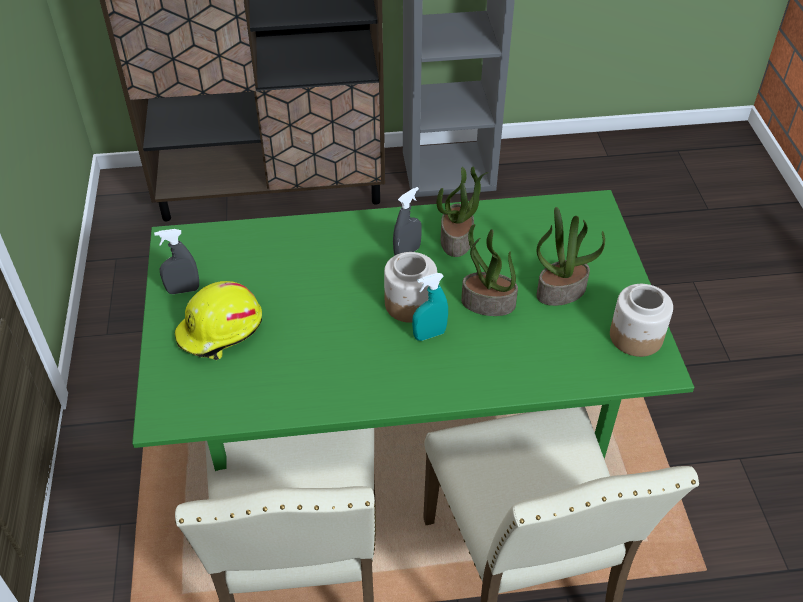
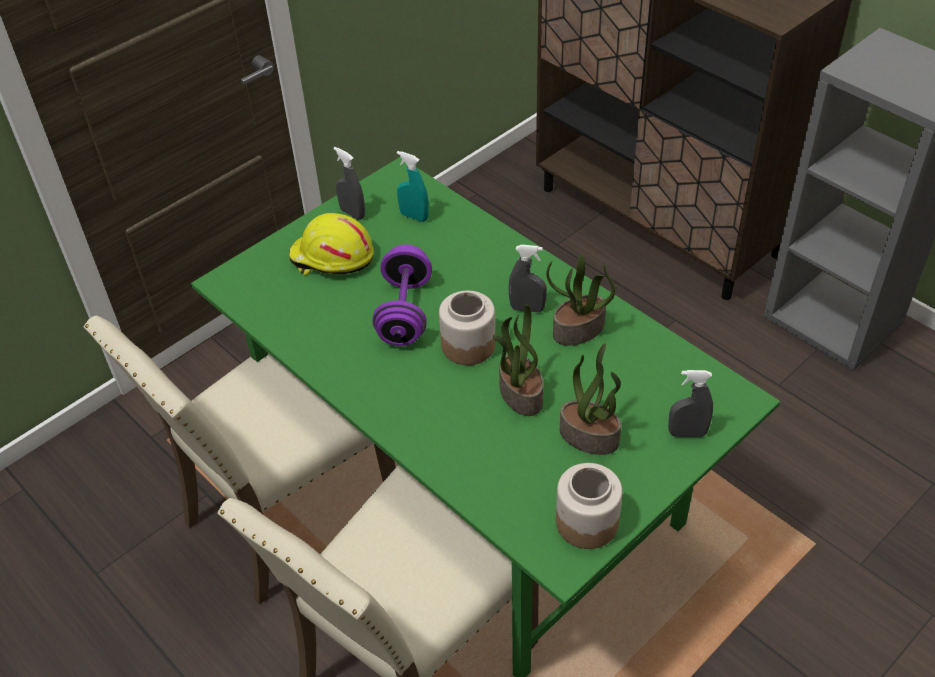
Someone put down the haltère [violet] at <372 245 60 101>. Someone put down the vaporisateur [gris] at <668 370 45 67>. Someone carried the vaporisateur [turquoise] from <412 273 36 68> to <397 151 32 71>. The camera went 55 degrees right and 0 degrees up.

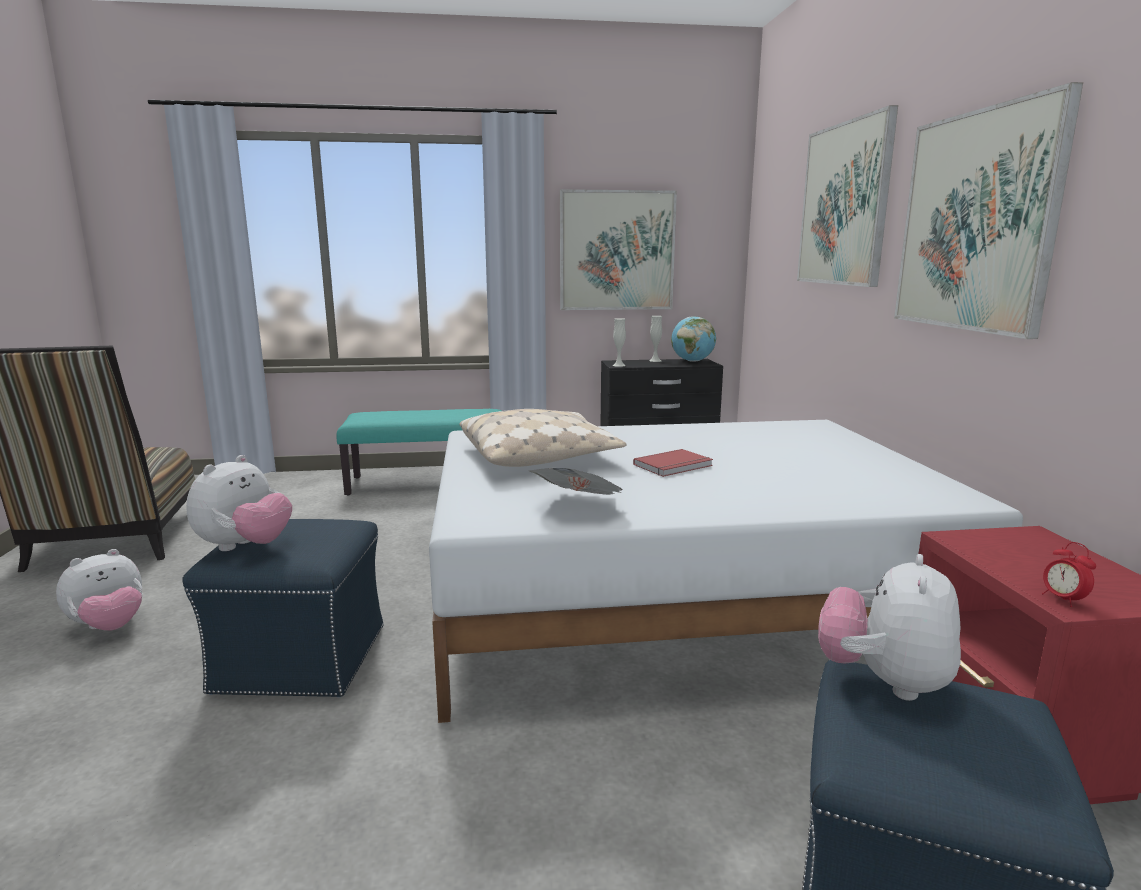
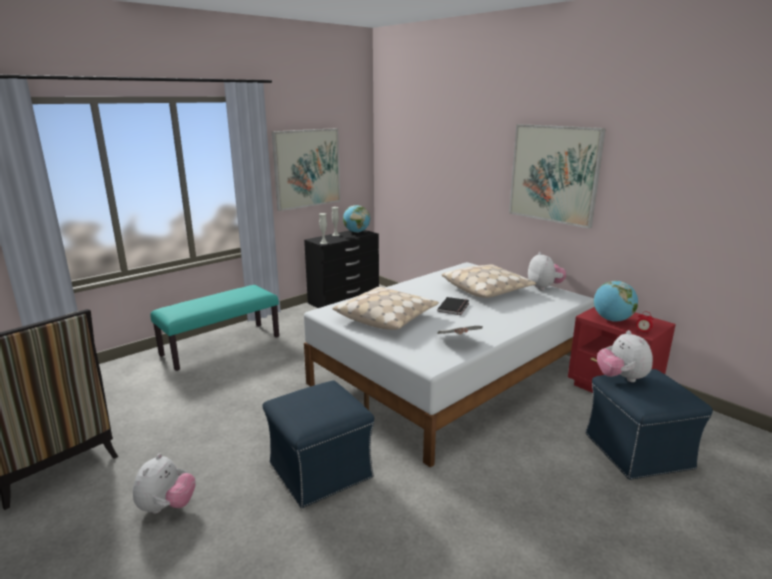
Someone took away the tableau at <797 105 101 182>. Someone put down the coussin [beige] at <442 264 94 34>. Someone put down the globe at <594 281 44 41>. Someone carried the peluche from <186 455 106 96> to <528 252 38 38>. Someone repainted the livre [rouge] at <633 449 80 28>, which became the livre [noir] at <437 297 32 18>. The camera went 35 degrees left and 5 degrees up.

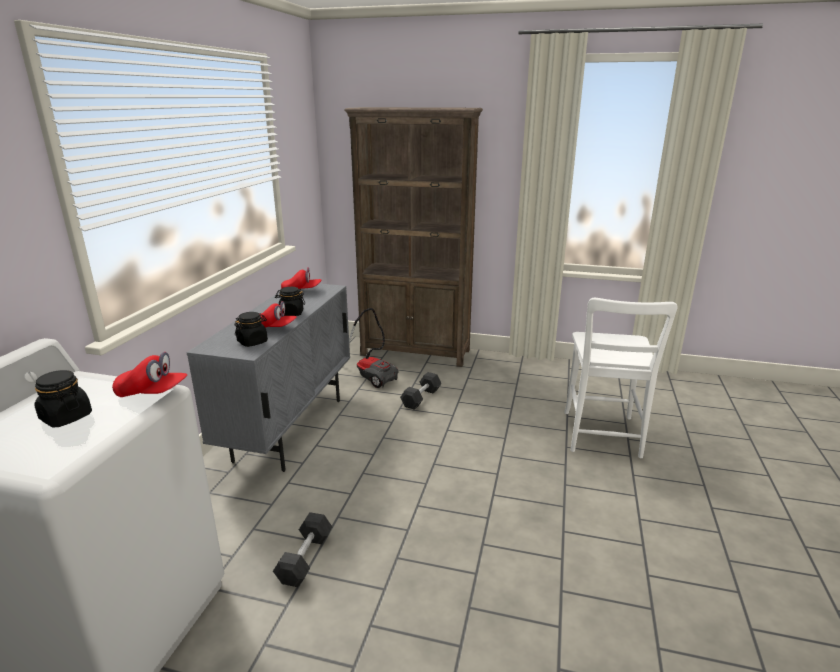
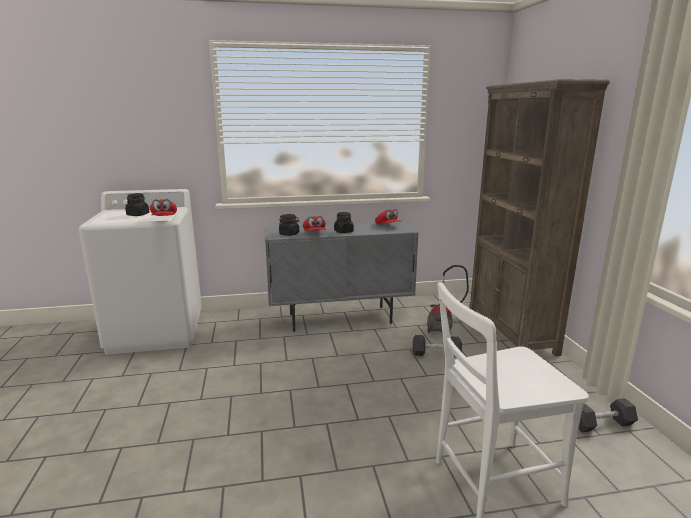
Someone carried the haltère [noir] from <273 512 59 75> to <578 398 60 34>. The camera went 65 degrees right and 5 degrees down.

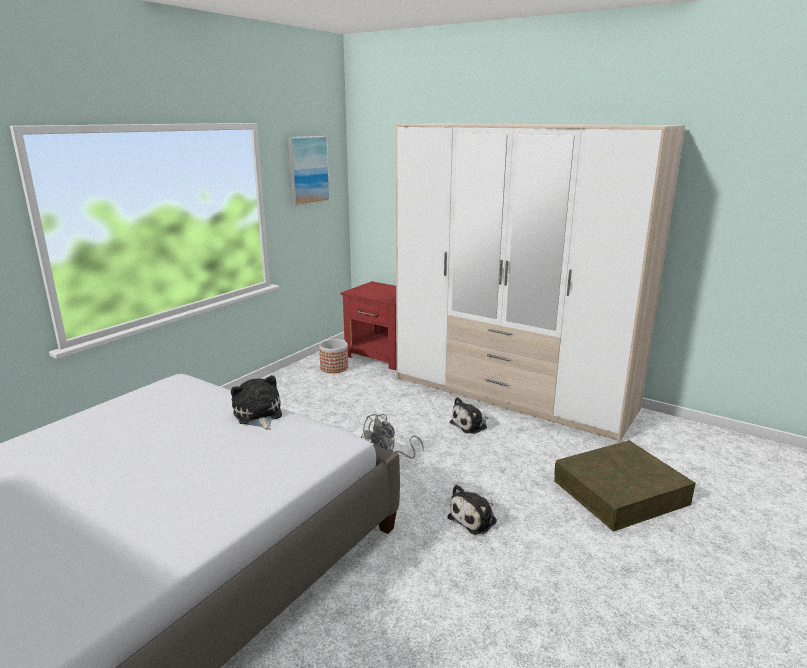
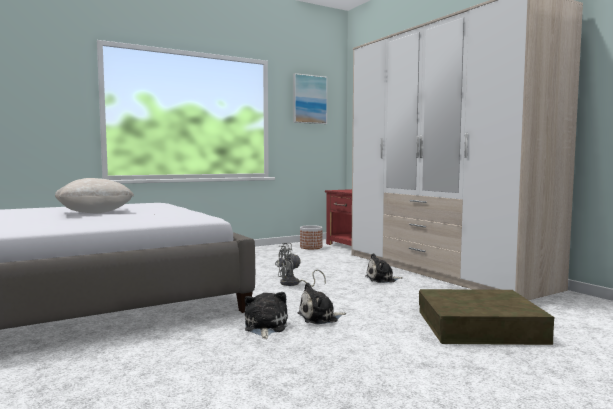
Someone put down the coussin [beige] at <55 178 79 35>. Someone carried the peluche from <231 375 51 55> to <245 292 43 47>. The camera went 25 degrees right and 15 degrees down.

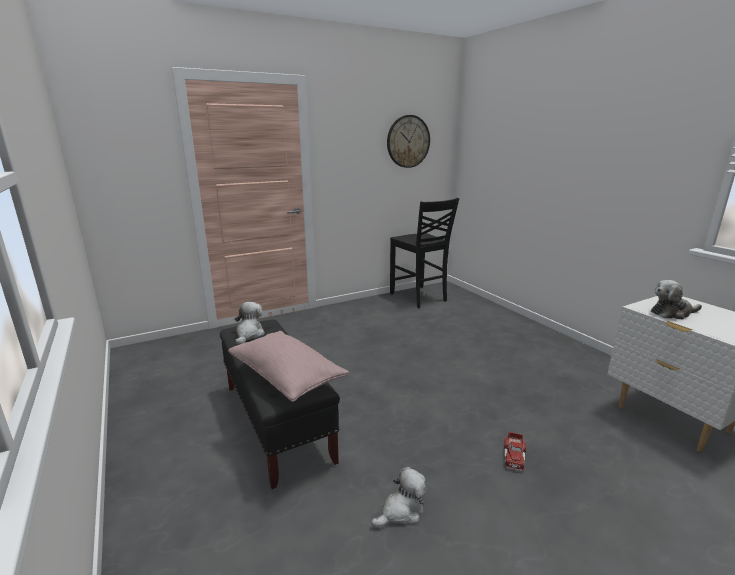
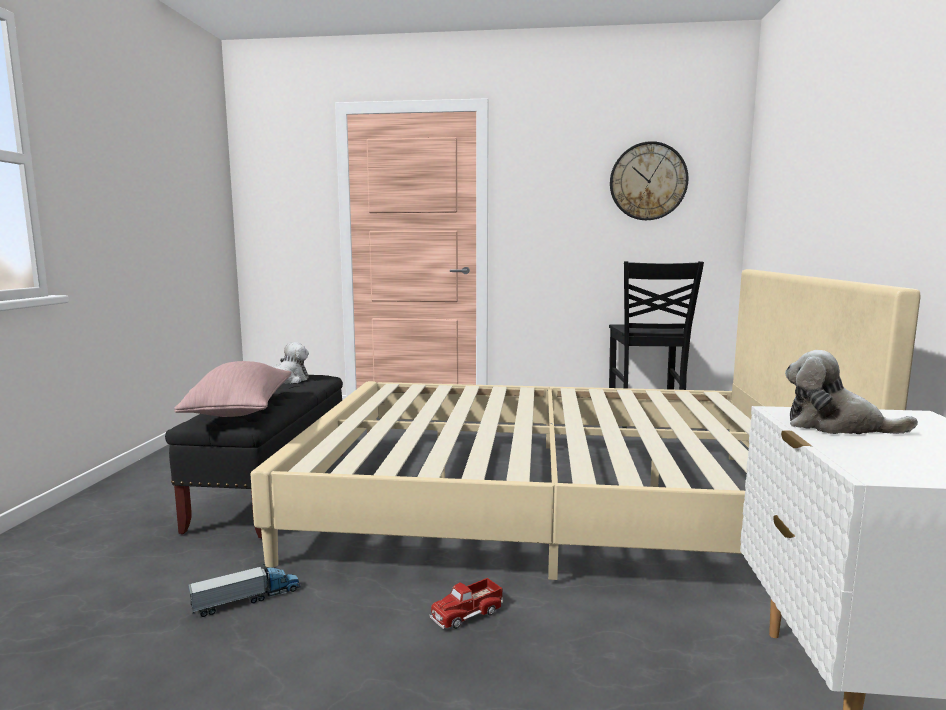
Someone put down the lit [beige] at <251 269 669 311>. Someone swapped the peluche at <371 467 56 62> for the camion jouet at <188 564 113 53>. The camera went 35 degrees right and 10 degrees down.

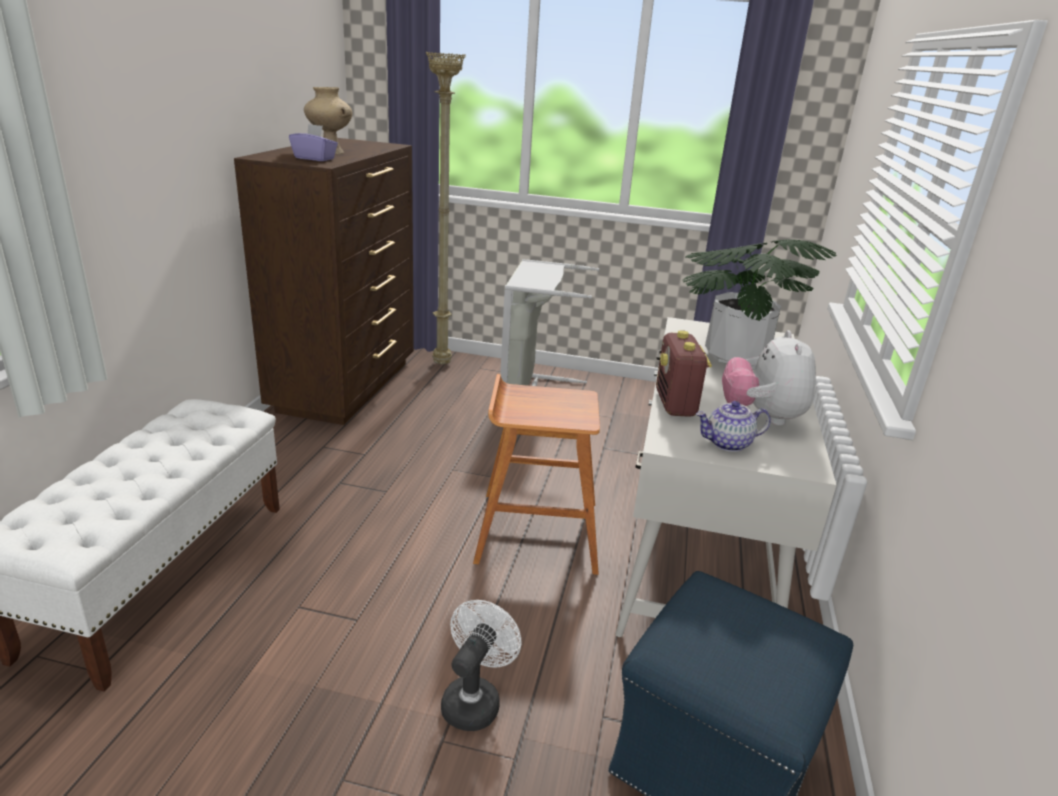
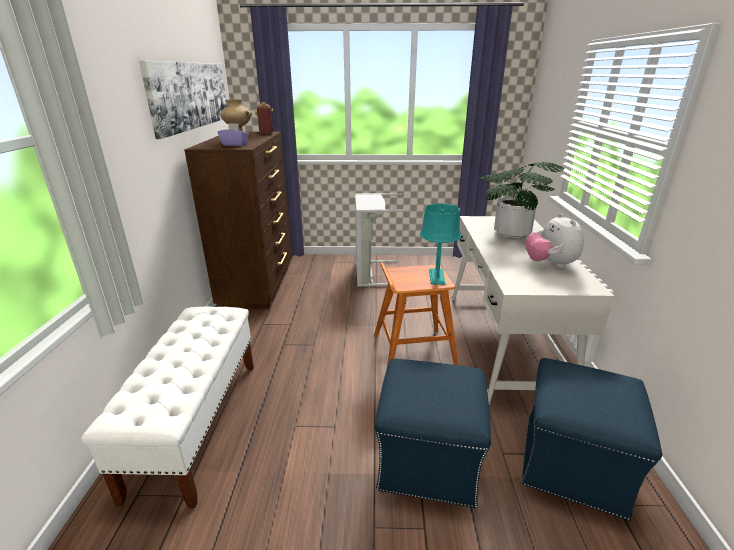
Someone took away the lampadaire [beige] at <426 52 39 313>. Someone took away the théière at <696 401 75 51>. Someone put up the tableau at <139 60 88 79>. Someone put down the lampe de table [turquoise] at <420 203 41 82>. Someone carried the radio from <656 330 56 87> to <255 102 18 33>. Someone swapped the ventilateur [blanc] at <441 600 81 131> for the pouf [bleu] at <375 358 116 150>. The camera went 10 degrees left and 0 degrees up.

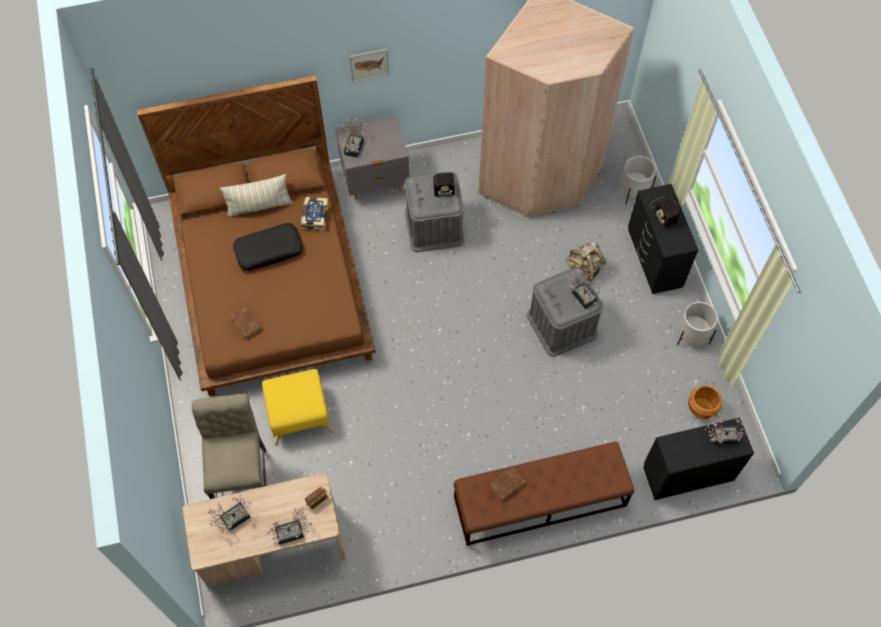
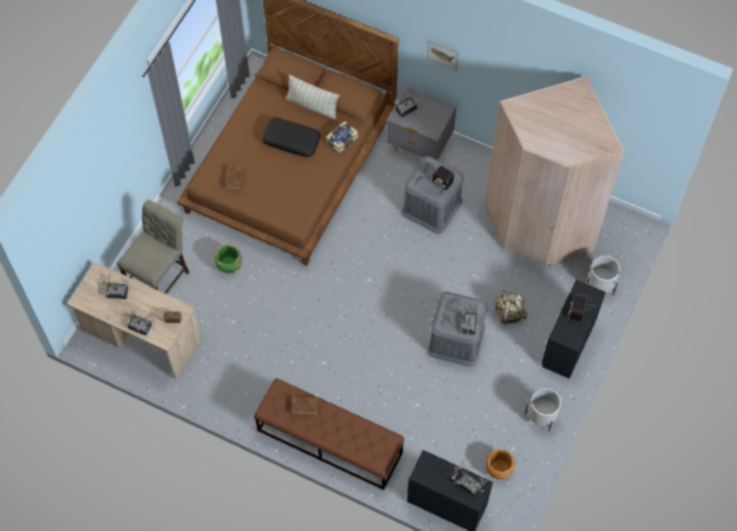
Someone swapped the pouf [jaune] at <262 369 70 77> for the cache-pot [vert] at <214 245 28 29>. The camera went 40 degrees right and 0 degrees up.

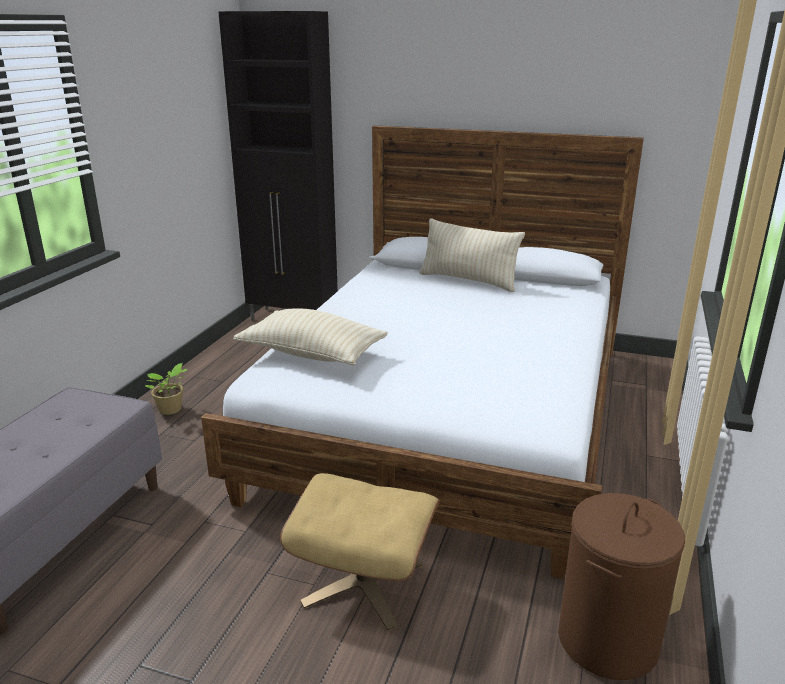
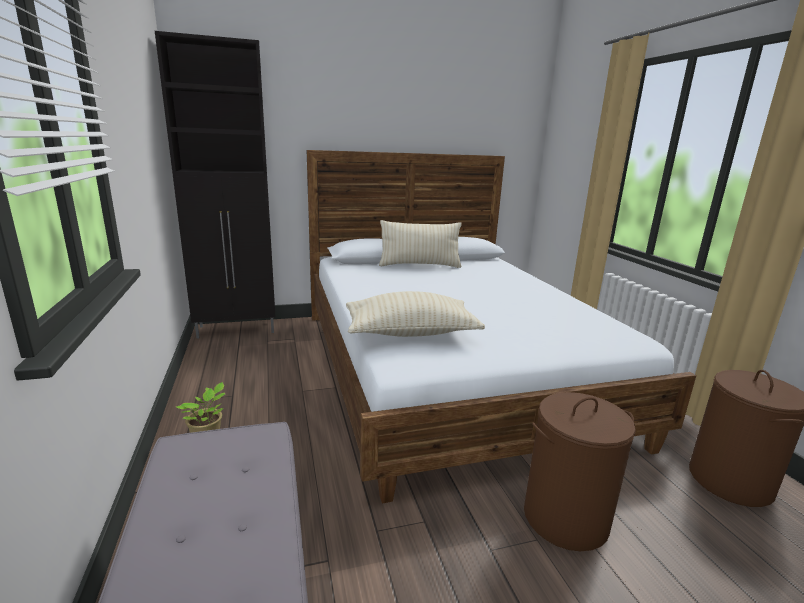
Someone swapped the pouf [beige] at <280 473 160 157> for the panier à linge [marron] at <524 392 112 159>. The camera went 35 degrees left and 5 degrees down.

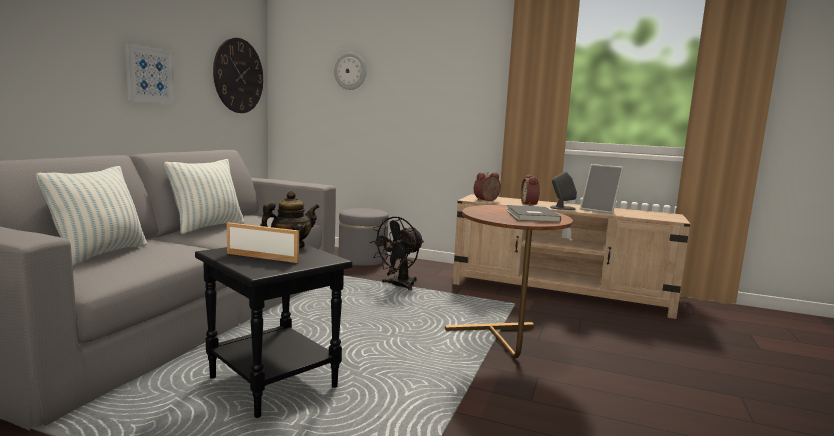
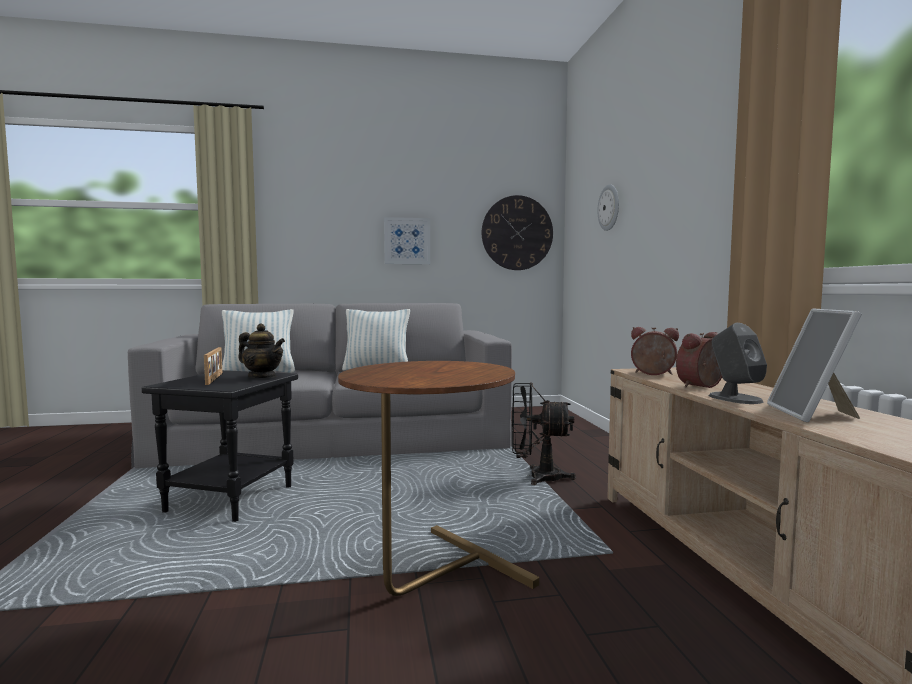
Someone took away the pouf [gris] at <338 208 51 58>. Someone took away the livre [gris] at <506 205 55 17>. The camera went 60 degrees right and 5 degrees down.

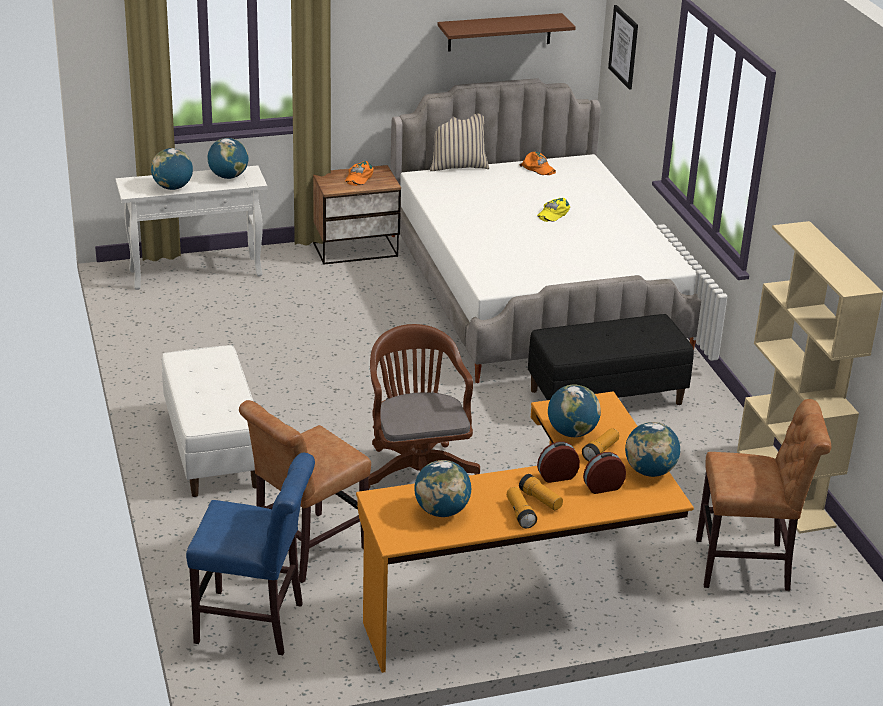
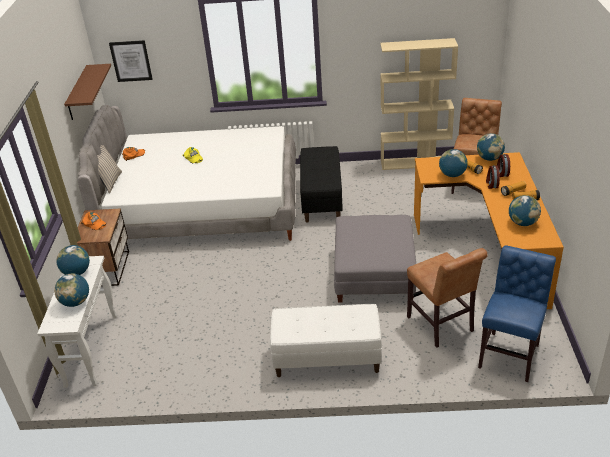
Someone swapped the chaise de bureau [marron] at <368 324 112 166> for the pouf [gris] at <334 215 82 88>. The camera went 70 degrees left and 5 degrees up.

